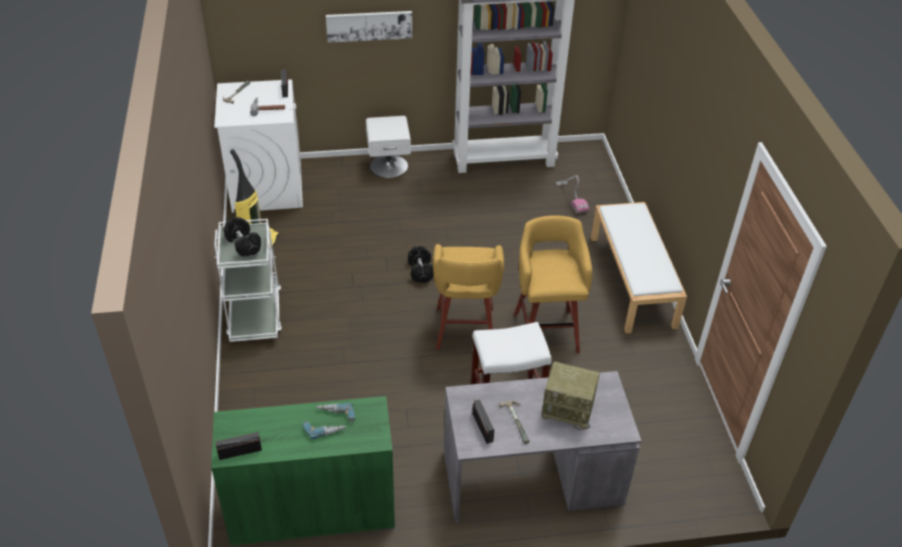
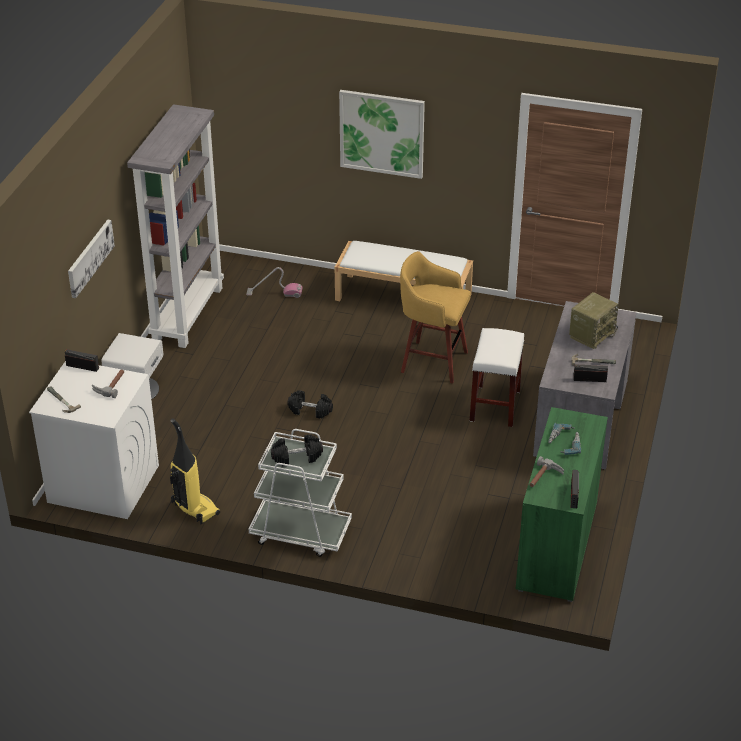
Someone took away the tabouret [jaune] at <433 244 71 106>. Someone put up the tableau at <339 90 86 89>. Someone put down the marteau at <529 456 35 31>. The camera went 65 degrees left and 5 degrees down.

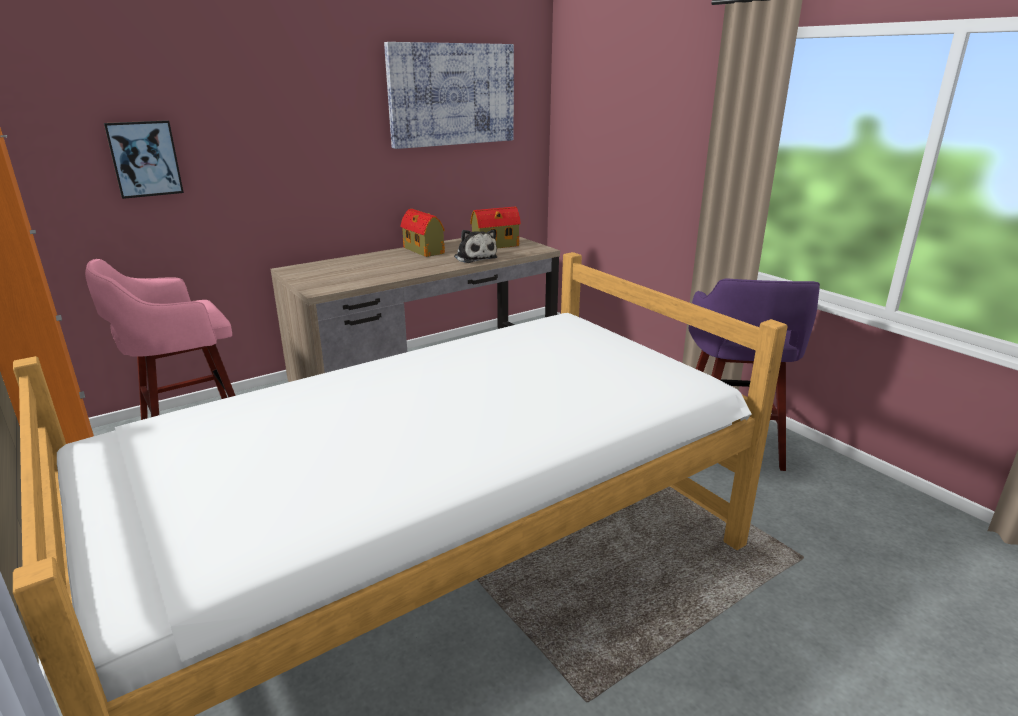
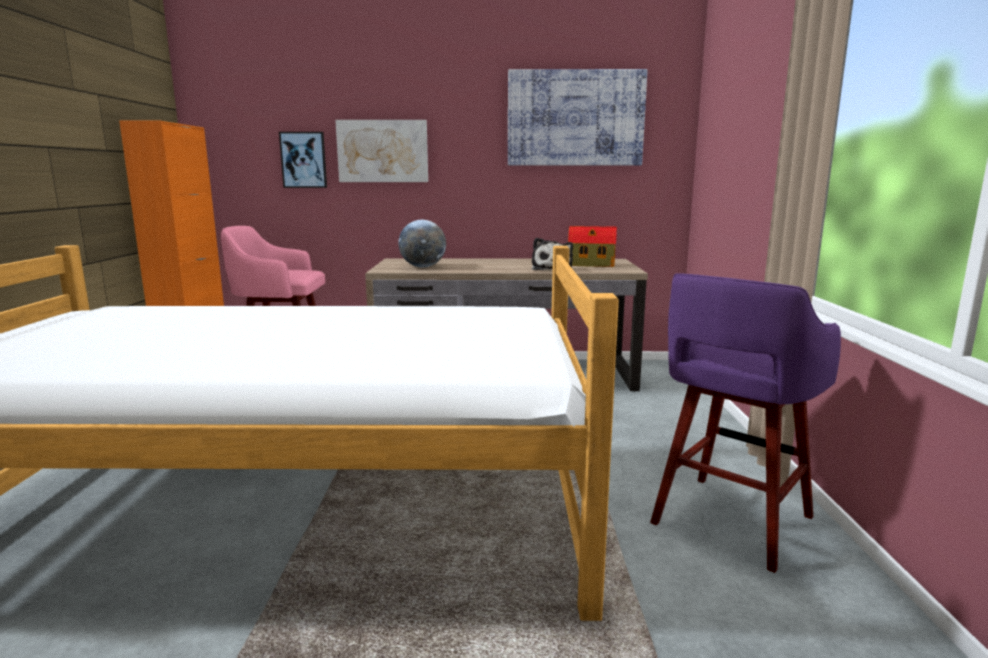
Someone took away the maison miniature at <400 209 45 48>. Someone put up the tableau at <335 120 93 62>. Someone put down the globe at <399 220 47 47>. The camera went 35 degrees right and 10 degrees down.

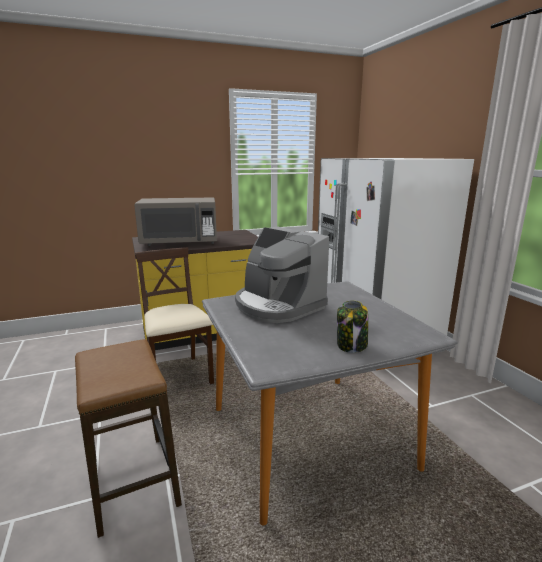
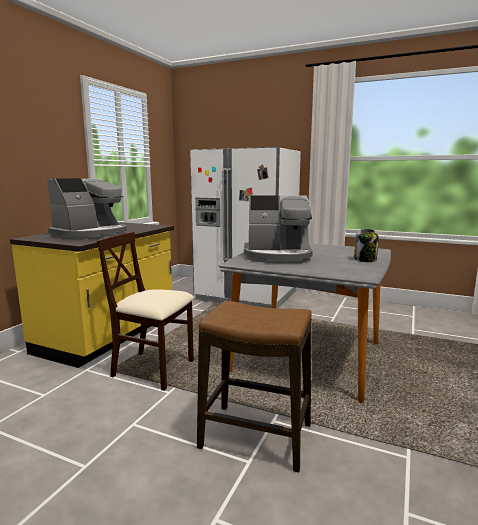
Someone swapped the micro-ondes [gris] at <134 198 83 48> for the machine à café at <47 178 80 62>. The camera went 45 degrees left and 5 degrees down.

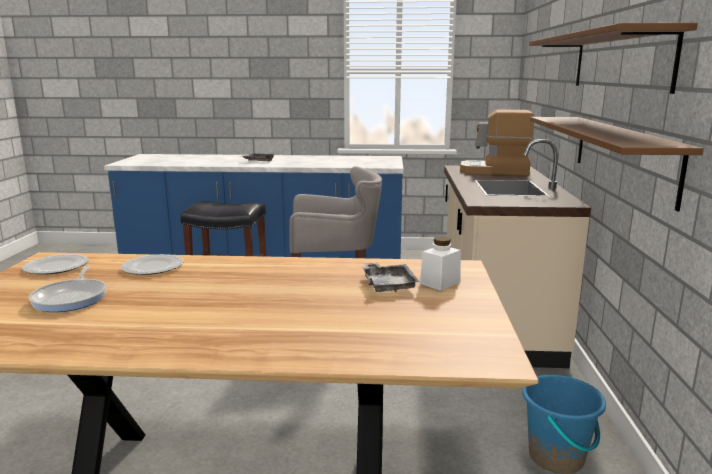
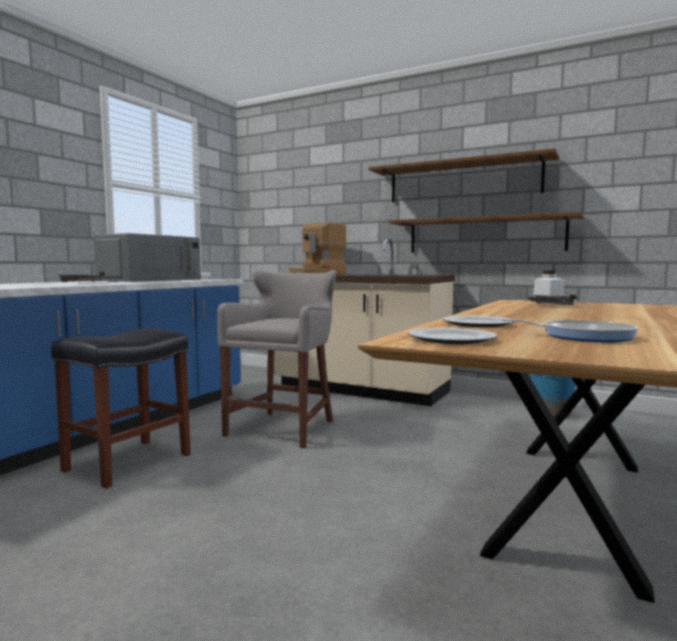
Someone put down the micro-ondes [gris] at <94 233 107 49>. The camera went 65 degrees left and 10 degrees down.

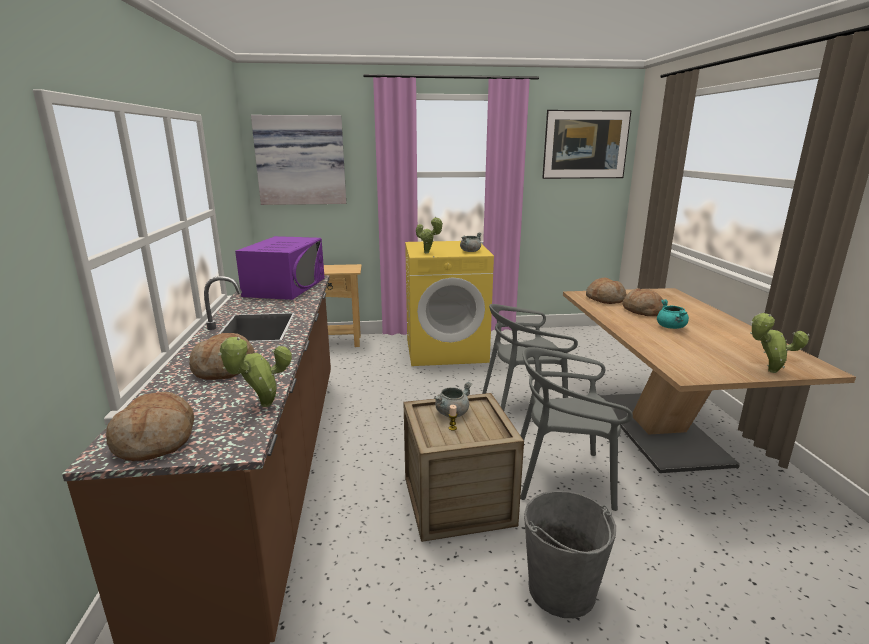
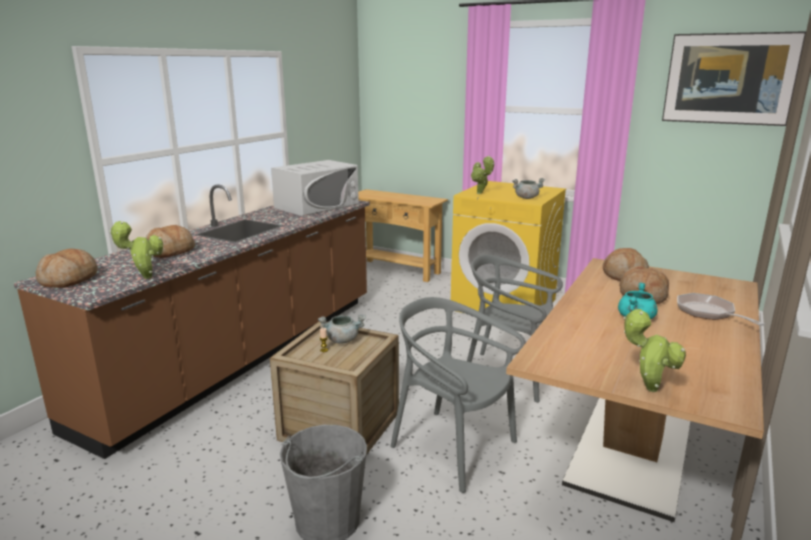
Someone took away the tableau at <251 115 95 90>. Someone put down the poêle at <677 293 88 33>. Someone repainted the micro-ondes [violet] at <235 236 89 64>, which became the micro-ondes [blanc] at <271 160 88 56>. The camera went 35 degrees right and 0 degrees up.

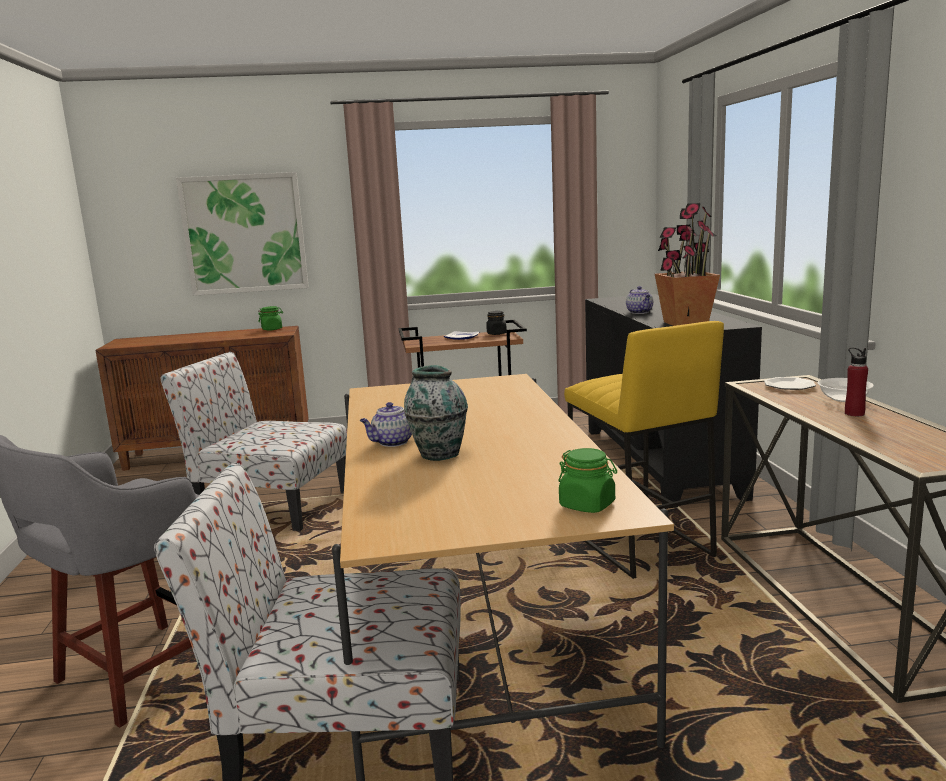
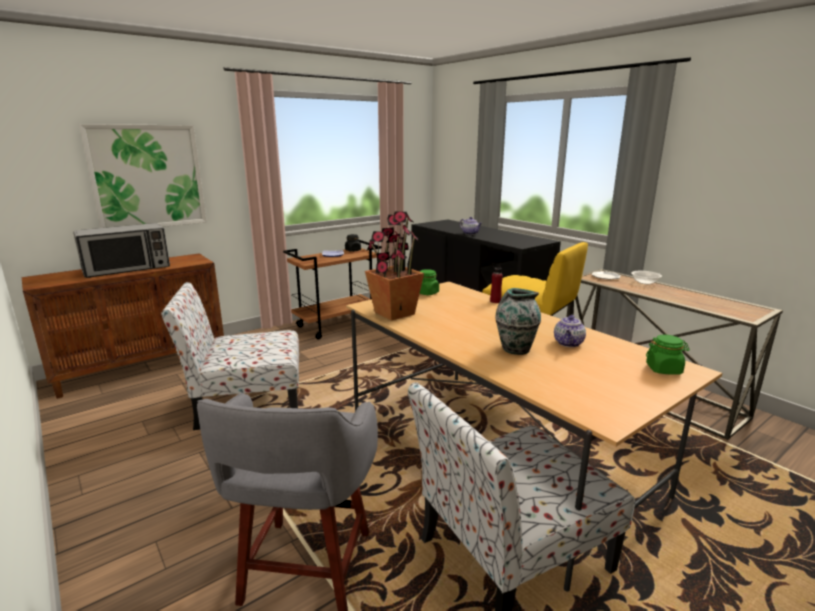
Someone put down the micro-ondes at <73 223 97 55>. Someone carried the bocal [vert] from <258 306 25 25> to <420 269 19 26>. Someone carried the théière from <360 402 52 45> to <554 315 32 32>. Someone carried the plante en pot from <655 203 65 123> to <365 211 59 110>. Someone carried the bouteille [rouge] from <845 347 23 69> to <490 263 13 40>. The camera went 30 degrees left and 5 degrees up.

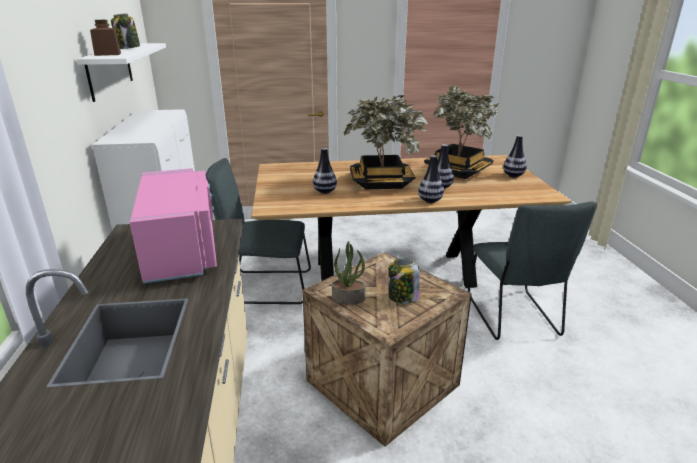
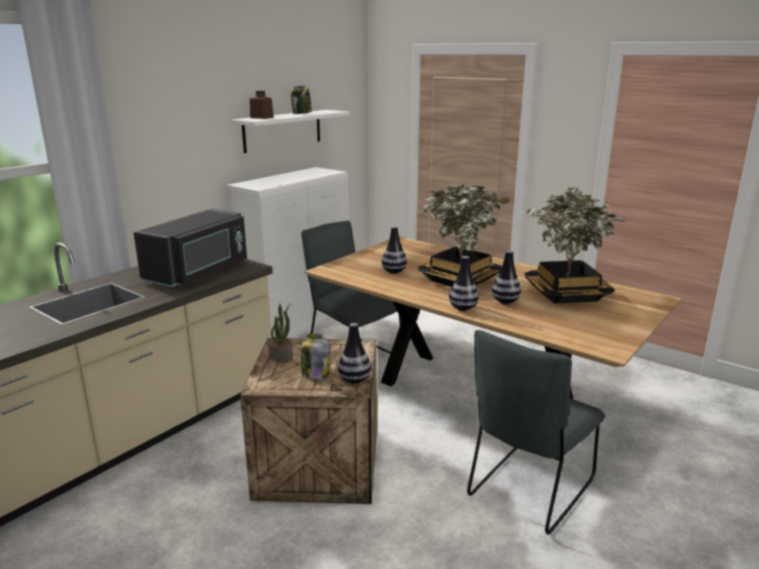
Someone carried the vase from <503 135 24 43> to <338 323 33 61>. Someone repainted the micro-ondes [rose] at <130 168 87 116>, which became the micro-ondes [noir] at <134 209 113 78>. The camera went 45 degrees right and 5 degrees down.

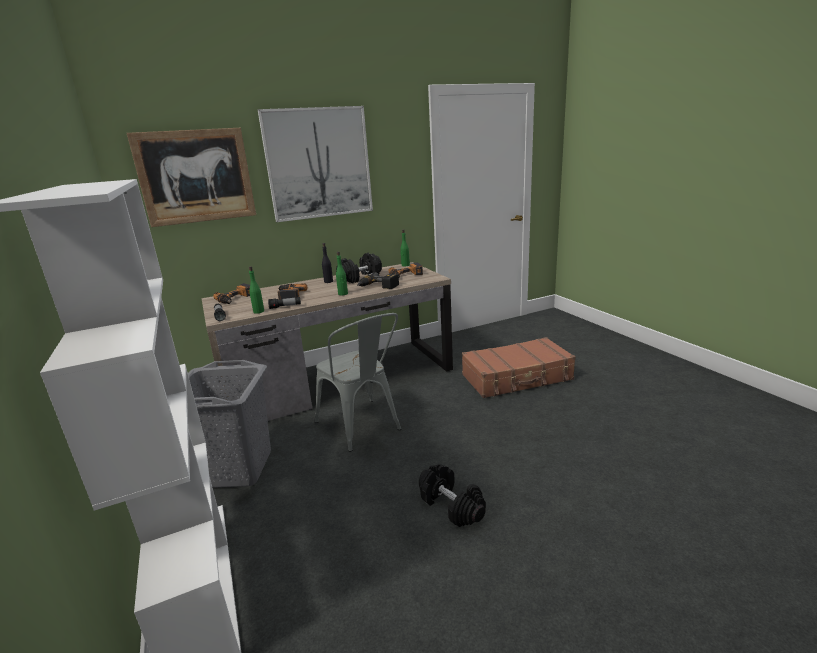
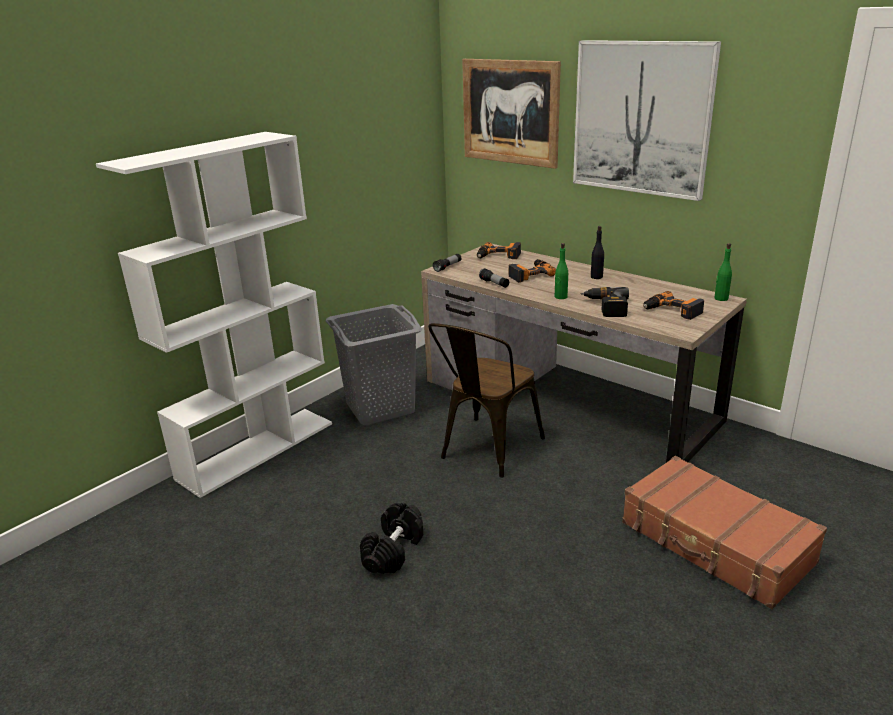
Someone took away the bouteille [vert] at <249 266 15 48>. Someone took away the haltère [noir] at <336 253 46 30>. Someone repainted the chaise [gris] at <315 313 87 139>, which became the chaise [marron] at <428 323 117 155>. The camera went 65 degrees right and 5 degrees up.

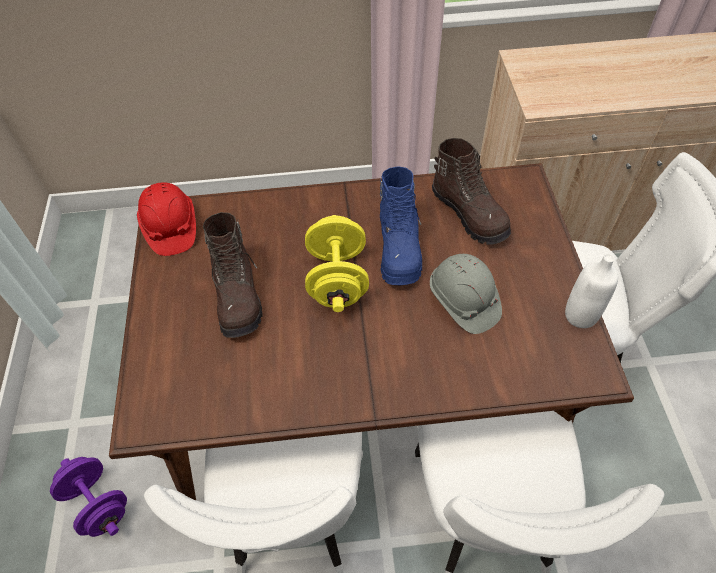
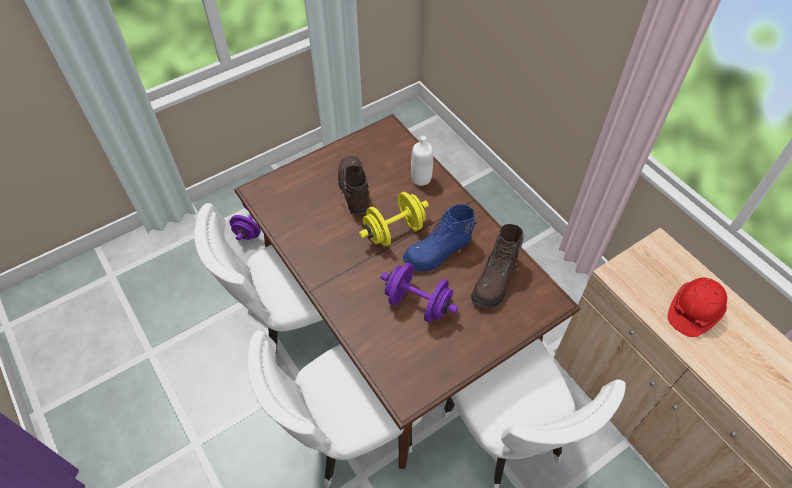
Someone carried the casque de chantier [rouge] from <137 182 59 74> to <668 278 59 59>. Someone carried the bouteille [blanc] from <565 254 53 74> to <411 136 22 50>. Someone swapped the casque de chantier [gris] at <430 254 72 80> for the haltère [violet] at <381 263 77 59>. Someone rotated the botte [marron] at <203 212 60 126> by 120 degrees clockwise. The camera went 60 degrees right and 0 degrees up.

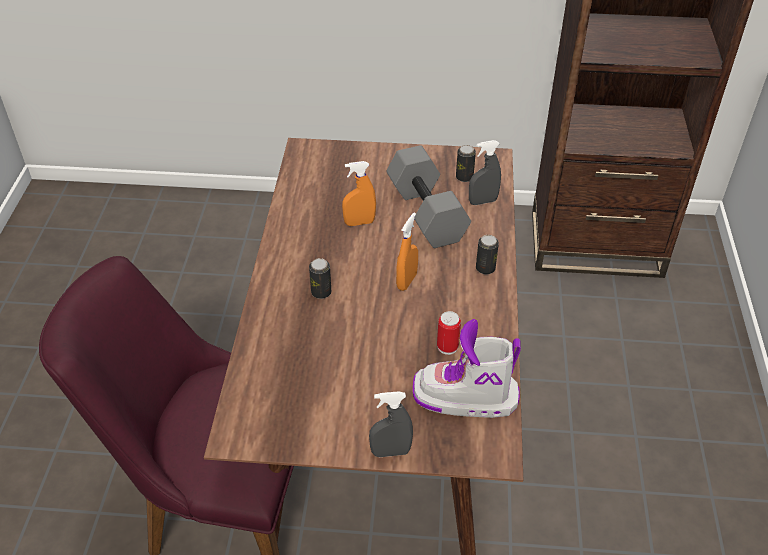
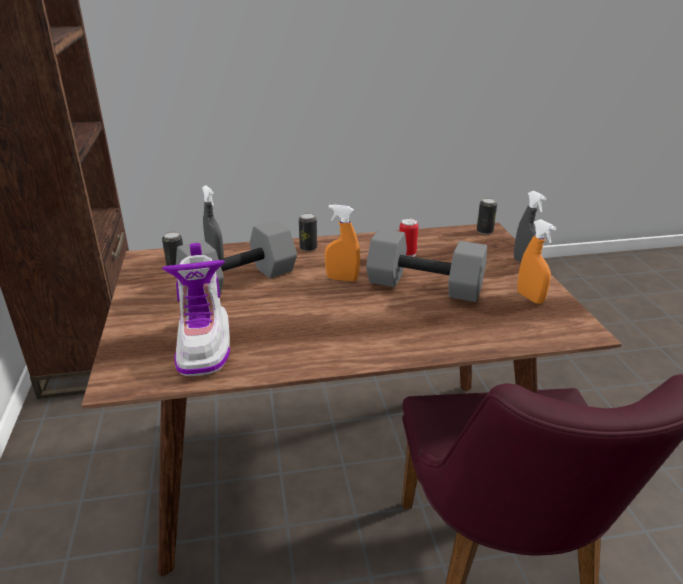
Someone put down the haltère [gris] at <366 229 121 73>. Someone carried the boîte métallique from <309 258 22 41> to <477 198 20 36>. Someone carried the vaporisateur [orange] from <342 161 34 65> to <517 219 39 85>. Someone carried the botte from <413 319 108 99> to <162 243 68 133>. The camera went 105 degrees left and 15 degrees down.

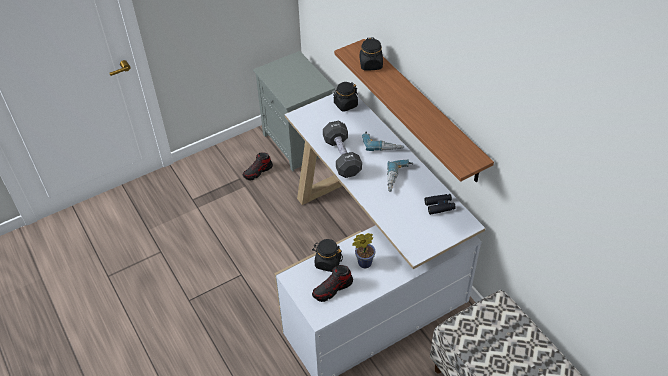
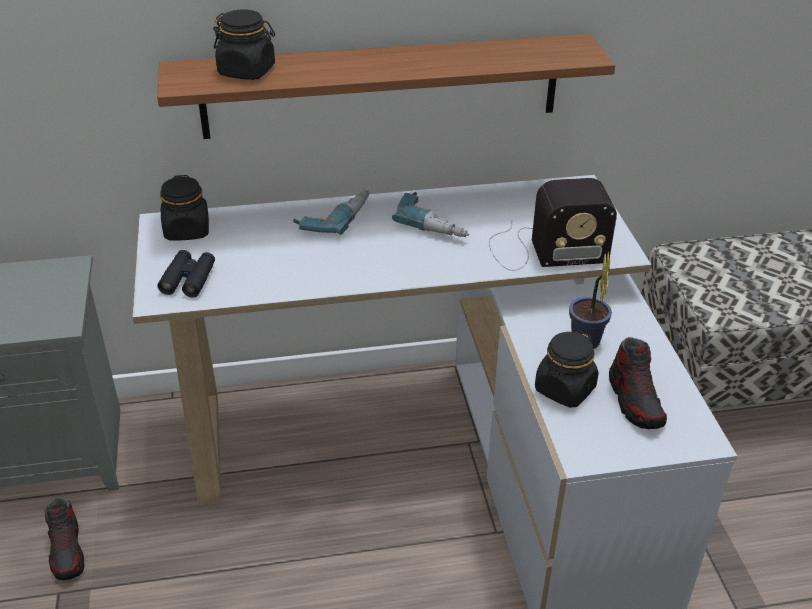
Someone took away the haltère [noir] at <323 121 39 57>. Someone put down the radio at <489 178 128 93>. Someone carried the jumelles [noir] from <424 194 32 21> to <158 250 57 47>. The camera went 70 degrees left and 10 degrees down.

